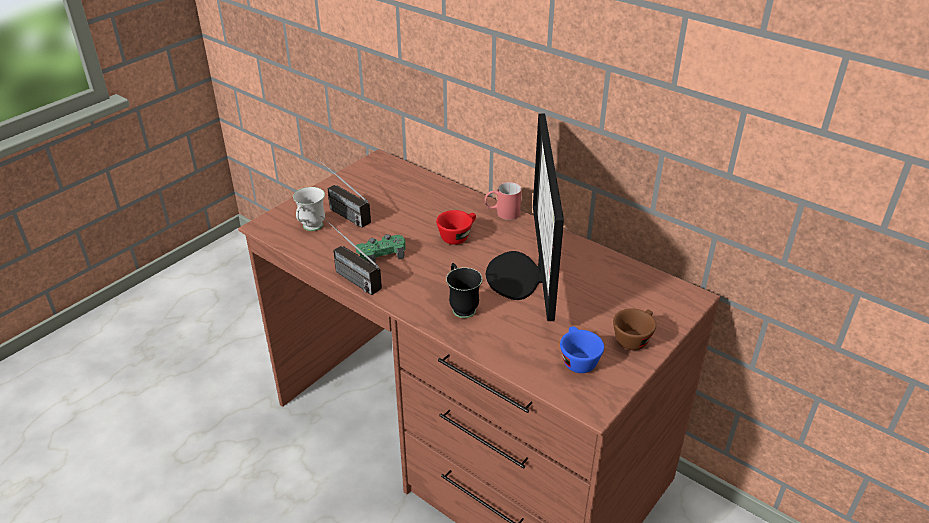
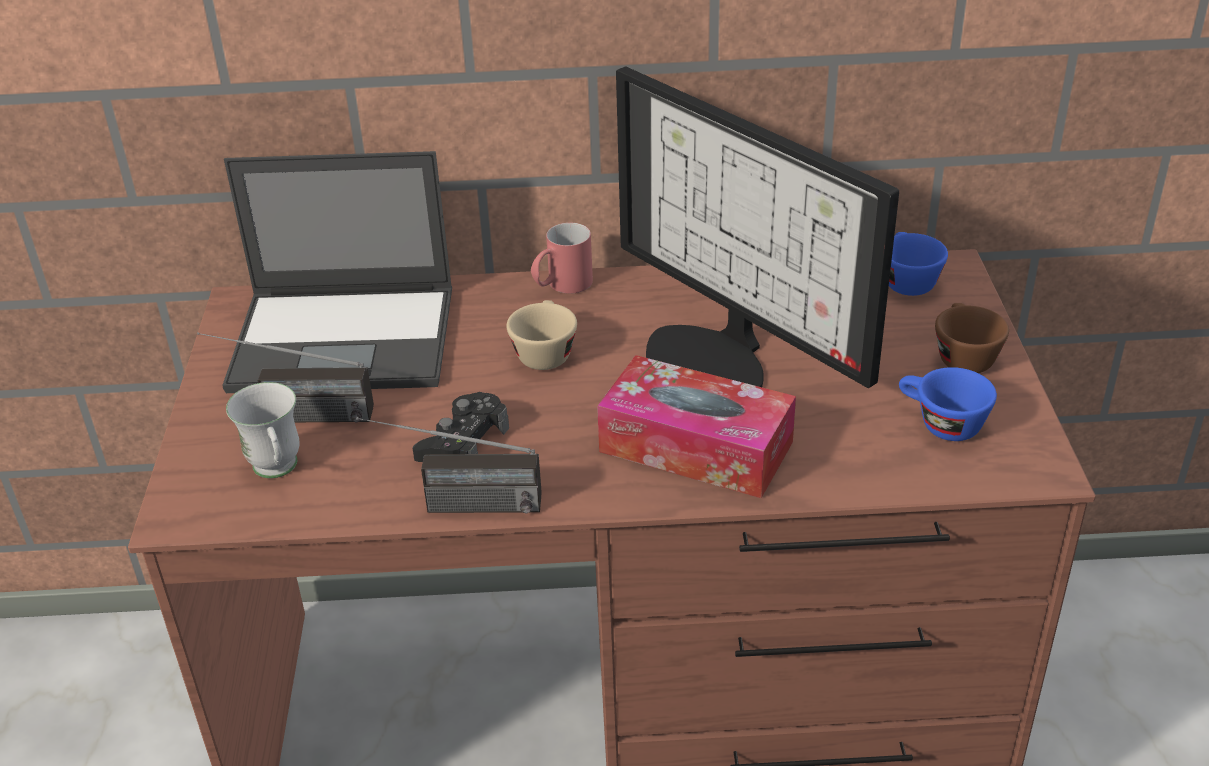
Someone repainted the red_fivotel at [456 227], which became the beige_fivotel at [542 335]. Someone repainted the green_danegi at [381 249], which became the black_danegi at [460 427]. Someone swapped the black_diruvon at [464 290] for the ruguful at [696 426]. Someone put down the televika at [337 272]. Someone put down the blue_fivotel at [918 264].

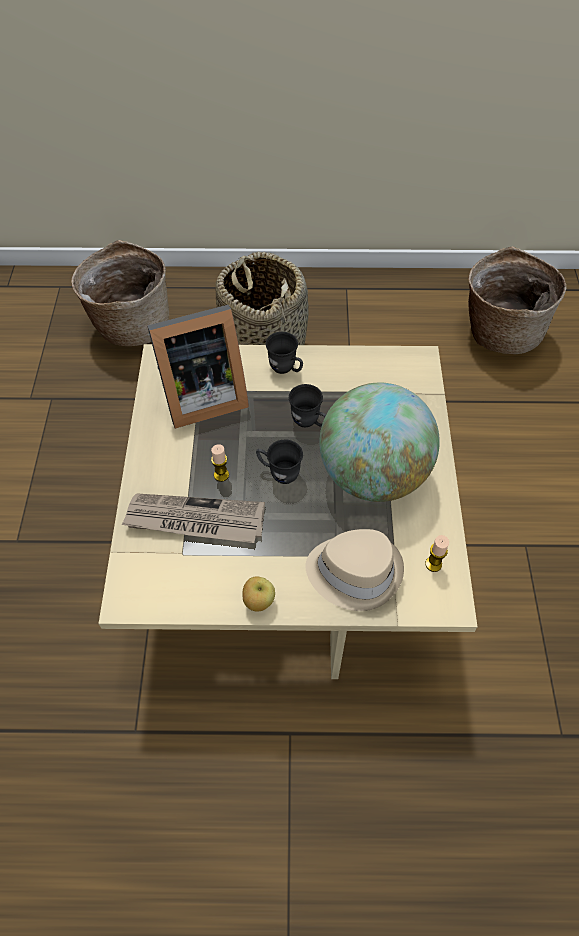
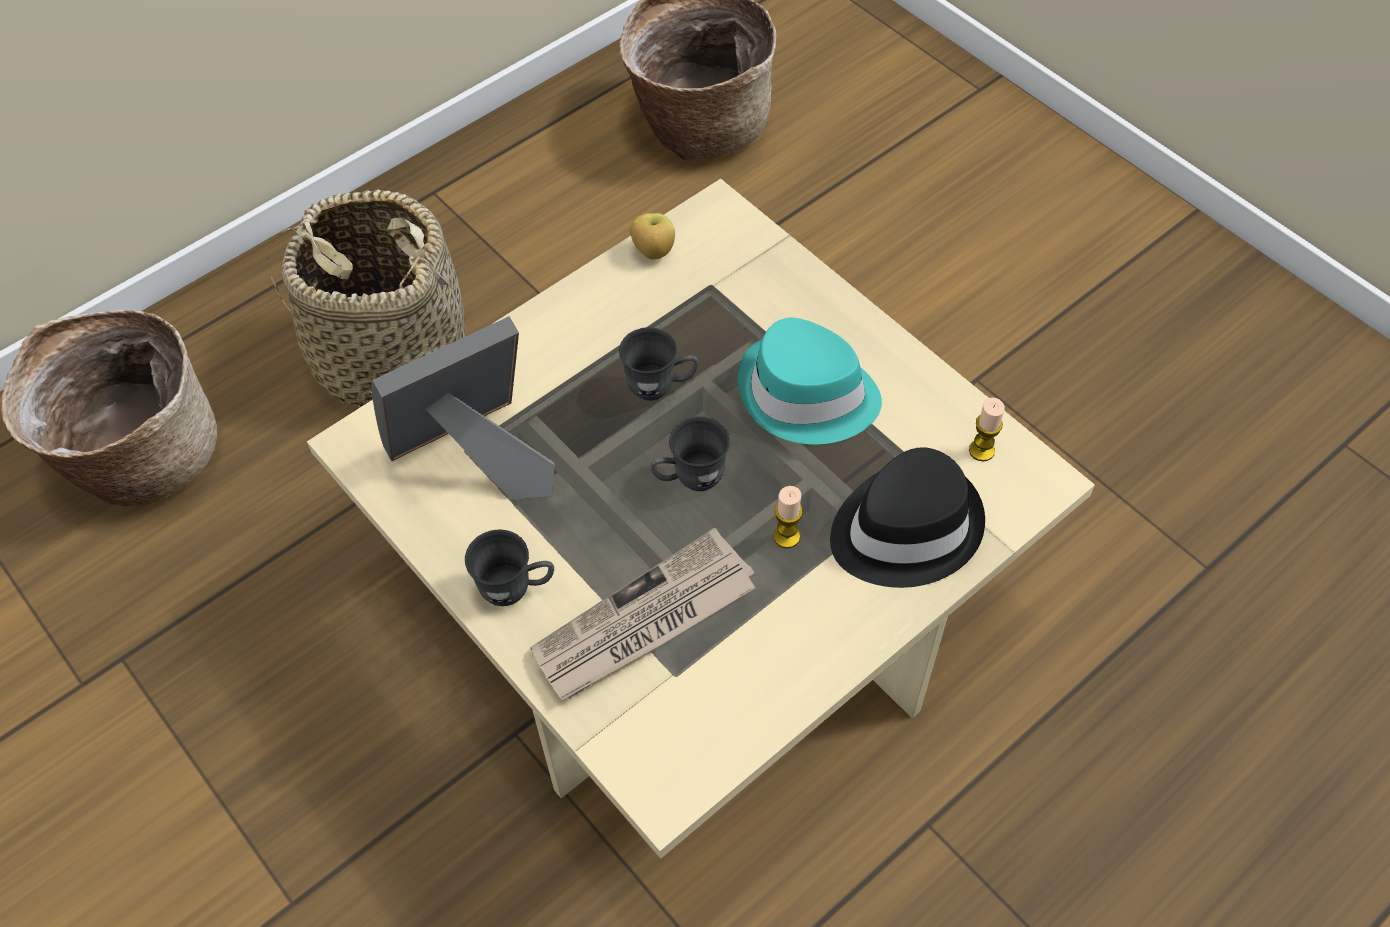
Someone rotated the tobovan at [198 367] by 150 degrees counterclockwise. Someone carried the grey_diruvon from [284 353] to [509 567]. Someone swapped the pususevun at [379 442] for the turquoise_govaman at [810 381]. Someone carried the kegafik from [220 463] to [788 517]. Someone repainted the beige_govaman at [355 570], which became the black_govaman at [907 517]. Someone carried the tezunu from [259 594] to [653 236].

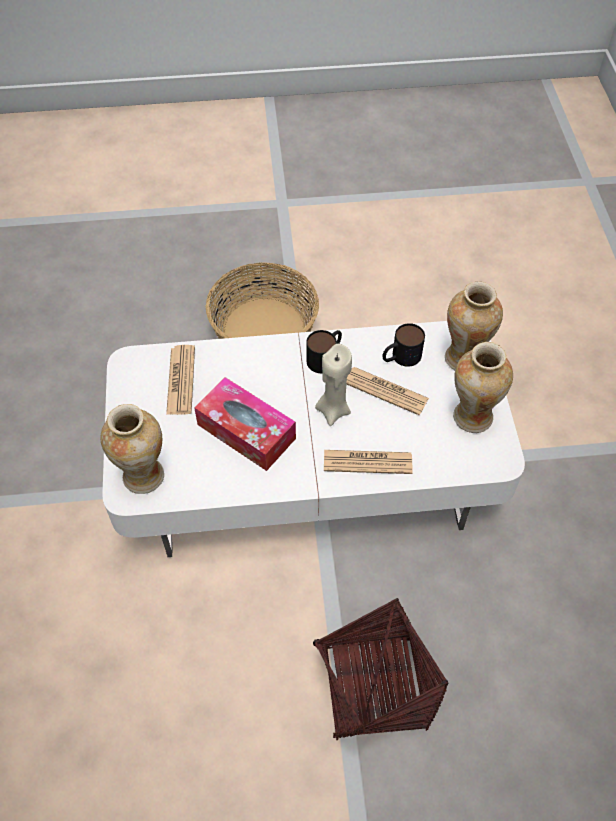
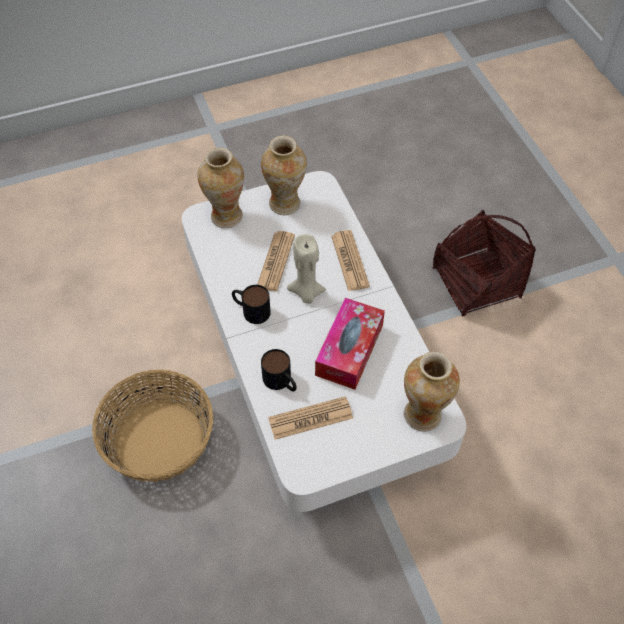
Someone carried the diruvon from [404 345] to [279 370].

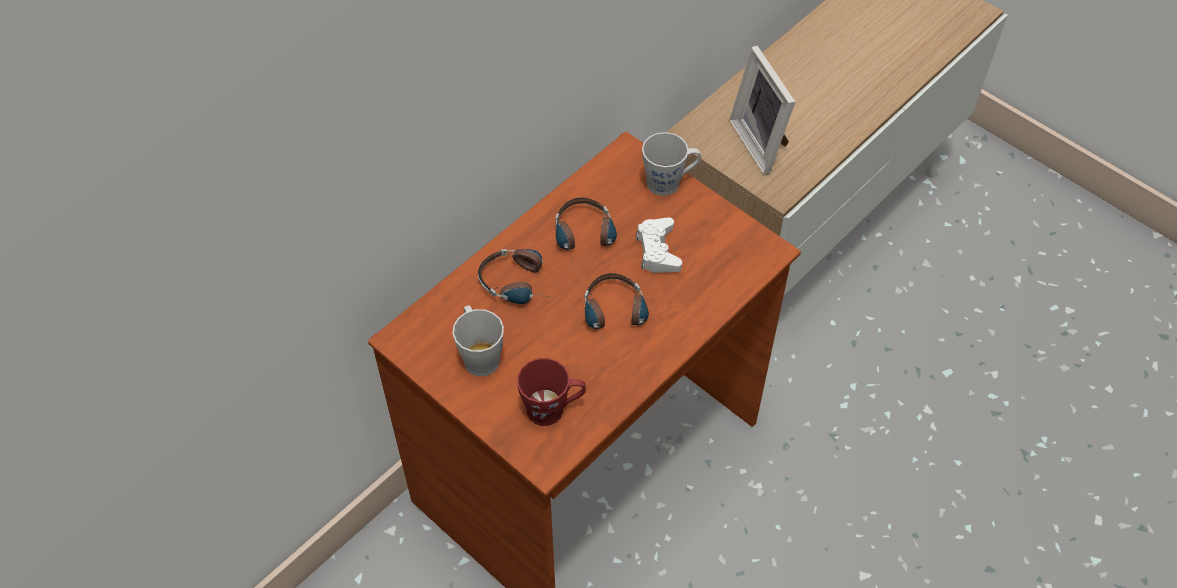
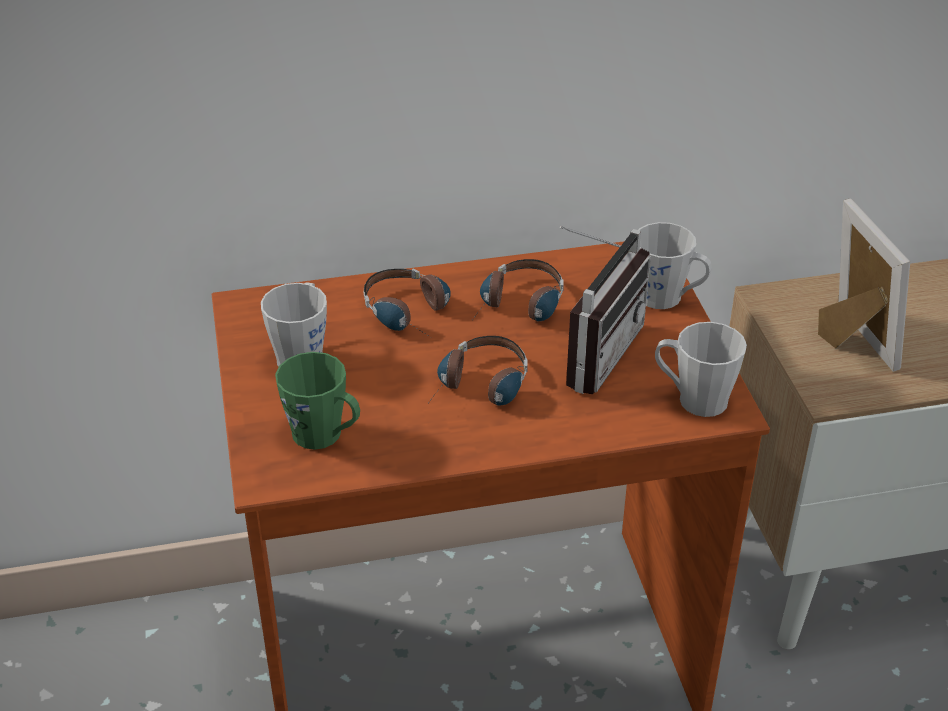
Someone rotated the tobovan at [762 110] by 150 degrees clockwise. Someone swapped the white_danegi at [659 245] for the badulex at [605 310]. Someone repainted the red_diruvon at [551 392], which became the green_diruvon at [317 401]. Someone put down the grey_diruvon at [701 369].

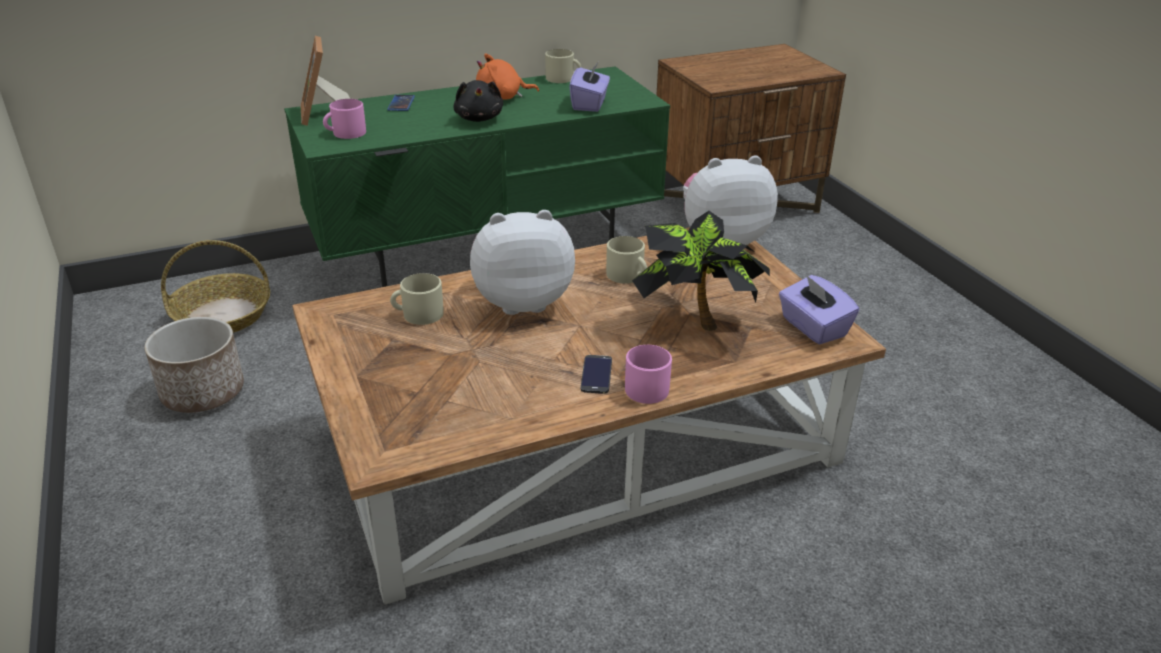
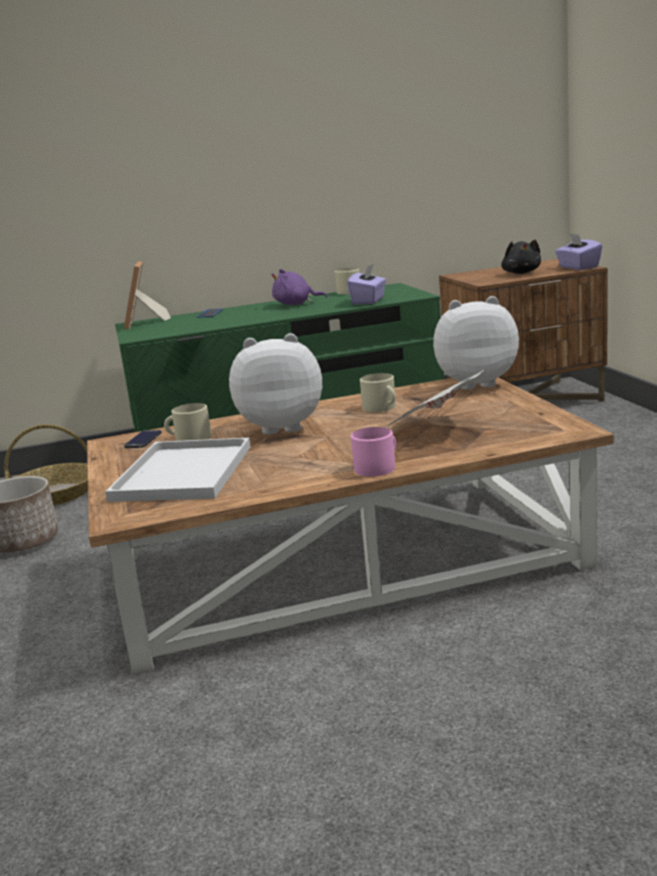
Someone repainted the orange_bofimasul at [507 76], which became the purple_bofimasul at [299 287]. Someone carried the black_bofimasul from [478 101] to [521 257]. Someone took away the pink_diruvon at [344 119]. Someone swapped the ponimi at [701 271] for the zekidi at [435 399]. Someone carried the purple_ruguful from [819 309] to [579 251]. Someone carried the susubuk from [596 374] to [143 439]. Someone put down the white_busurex at [177 470].

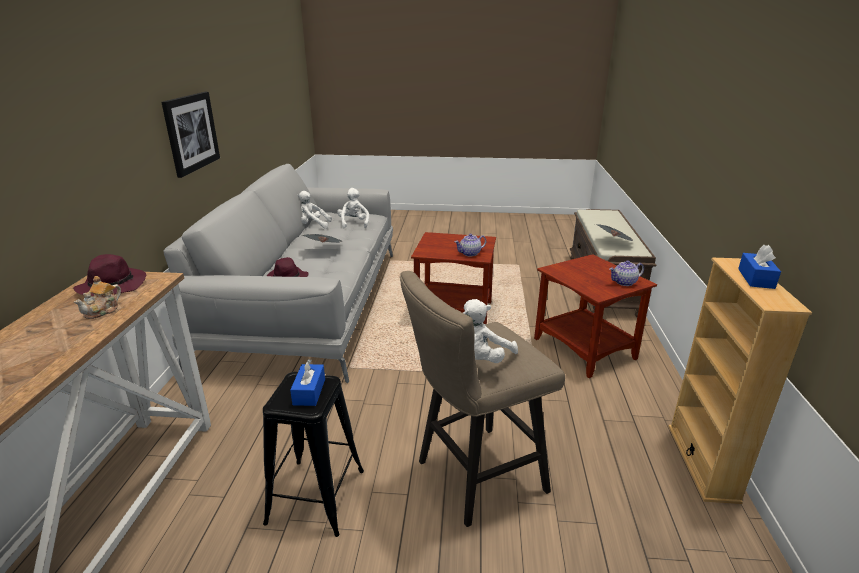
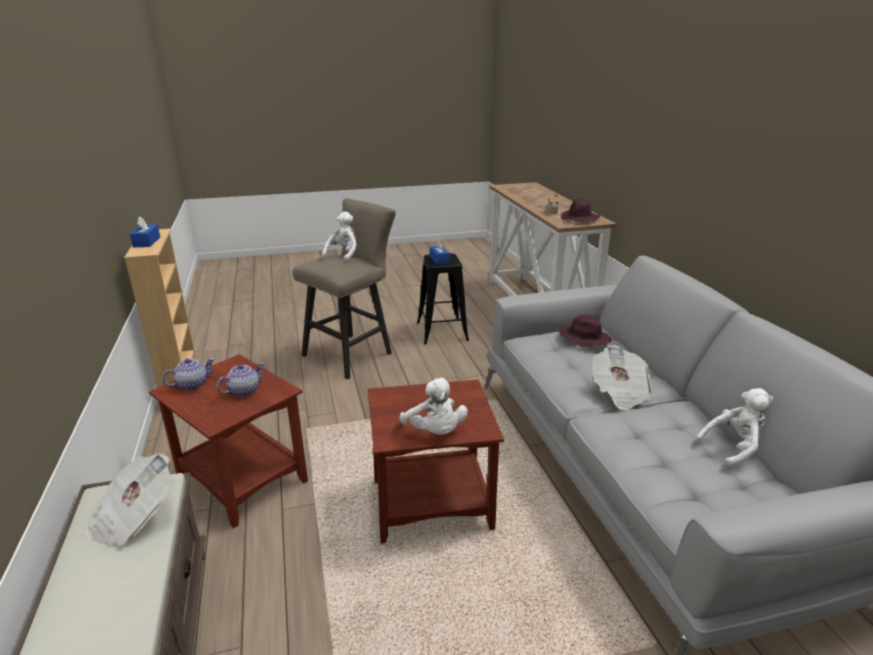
Someone took away the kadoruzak at [190 135]. Someone carried the white_bofimasul from [353 208] to [434 406]. Someone carried the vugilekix from [470 245] to [241 379].

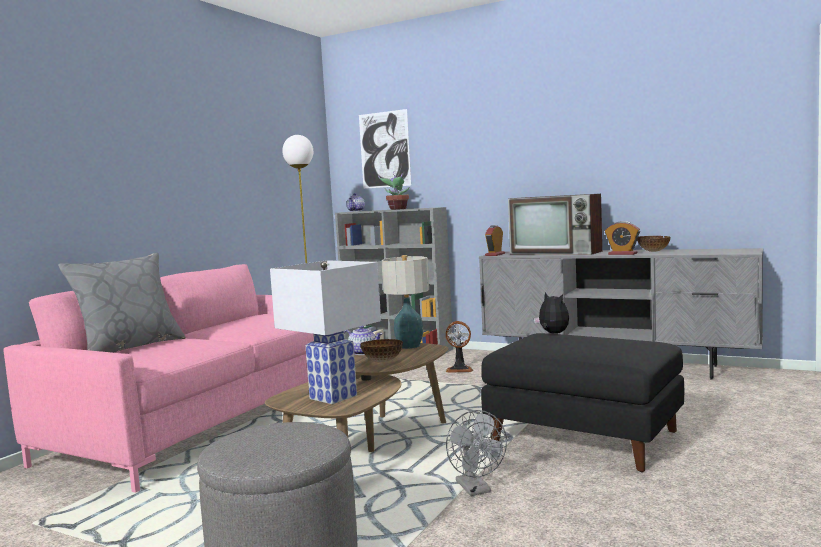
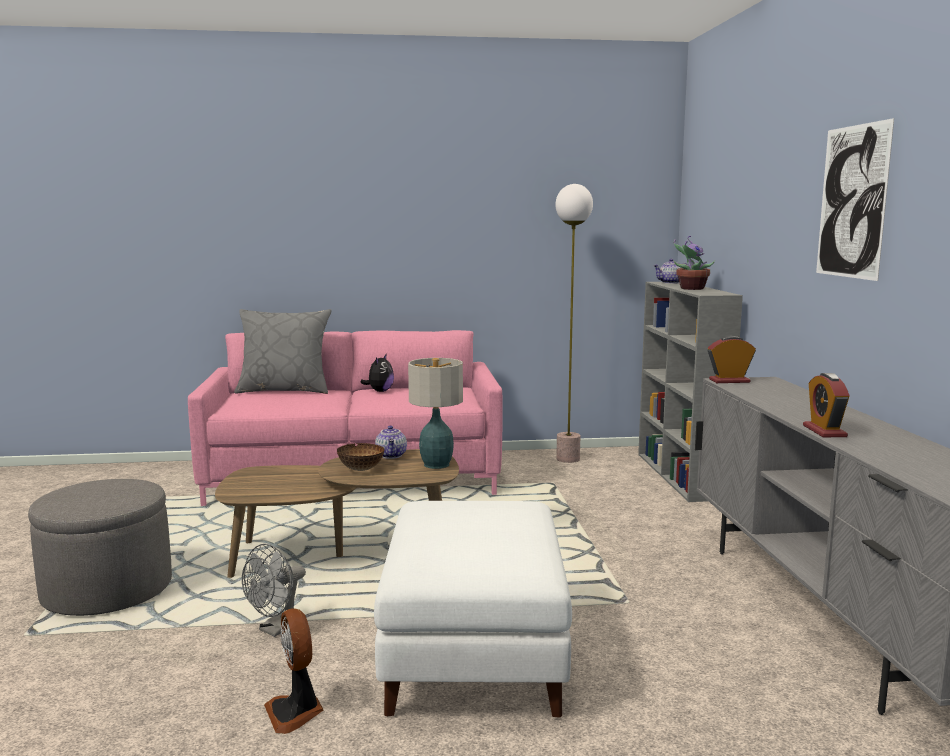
Someone carried the kadoruzak from [385 149] to [855 199]. Someone took away the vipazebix at [555 224]. Someone took away the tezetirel at [654 244]. Someone took away the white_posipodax at [325 332]. Someone carried the bofimasul from [551 313] to [377 373]. Someone carried the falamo from [459 347] to [294 671]. Someone repainted the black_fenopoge at [582 402], which became the white_fenopoge at [473 609].

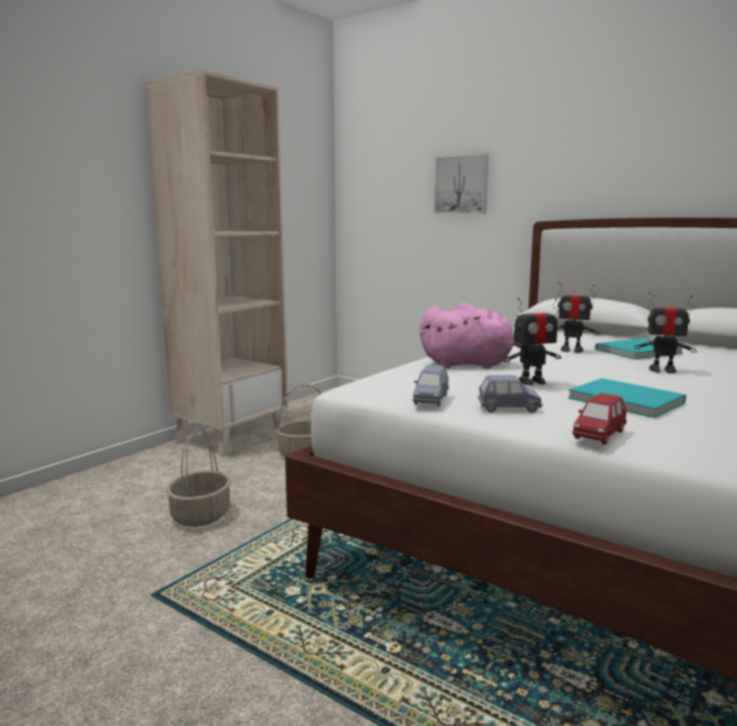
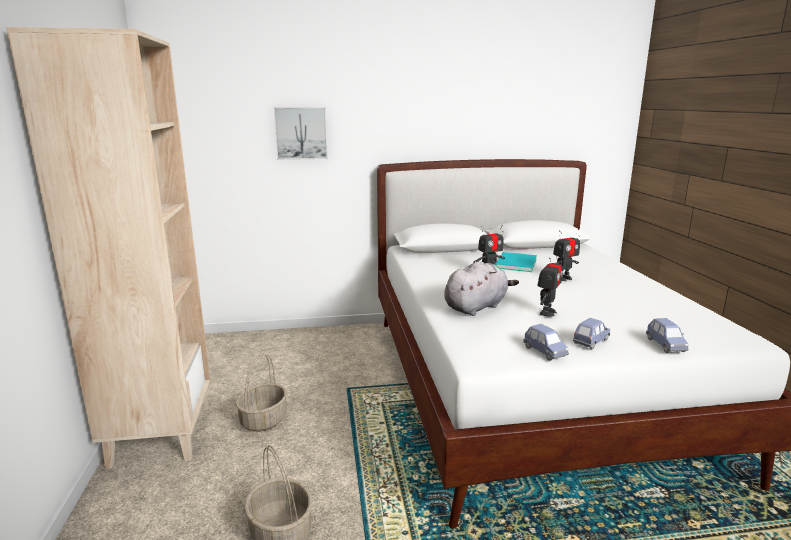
Someone repainted the pink_bofimasul at [476 336], which became the grey_bofimasul at [481 289]. Someone took away the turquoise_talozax at [627 398]. Someone repainted the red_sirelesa at [599 419], which became the blue_sirelesa at [667 335].

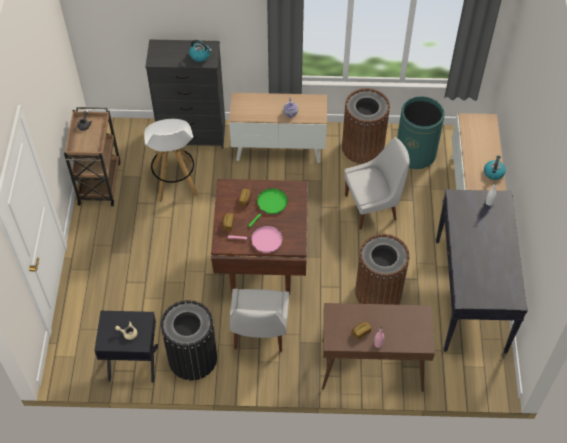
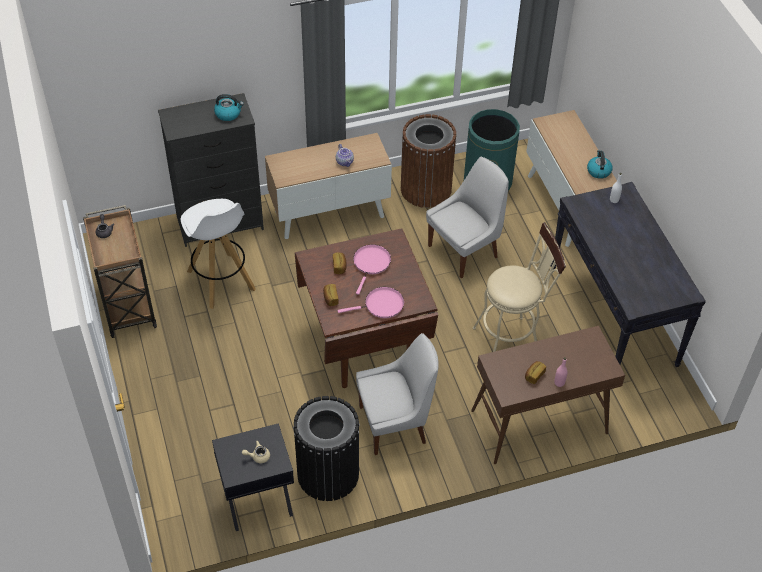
Someone repainted the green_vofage at [268 207], which became the pink_vofage at [372 270]. Someone swapped the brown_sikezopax at [382 269] for the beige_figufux at [519 287]. Someone rotated the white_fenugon at [259 320] by 90 degrees counterclockwise.

